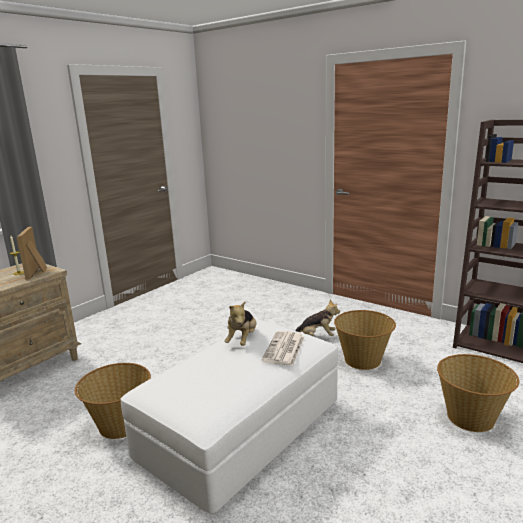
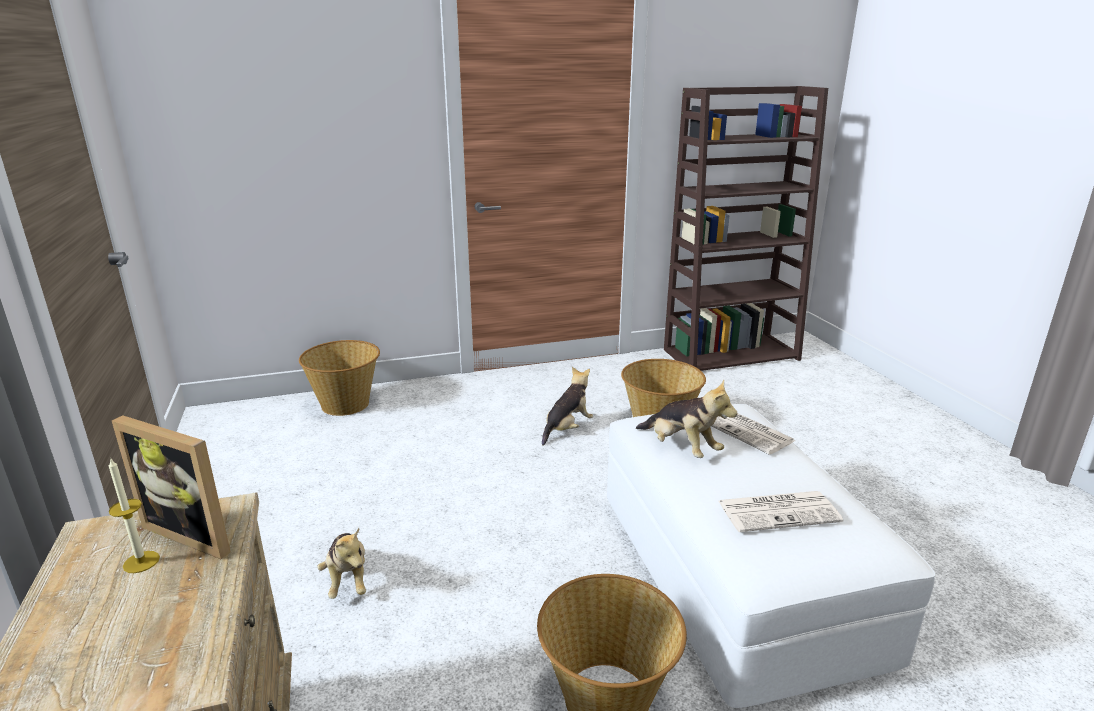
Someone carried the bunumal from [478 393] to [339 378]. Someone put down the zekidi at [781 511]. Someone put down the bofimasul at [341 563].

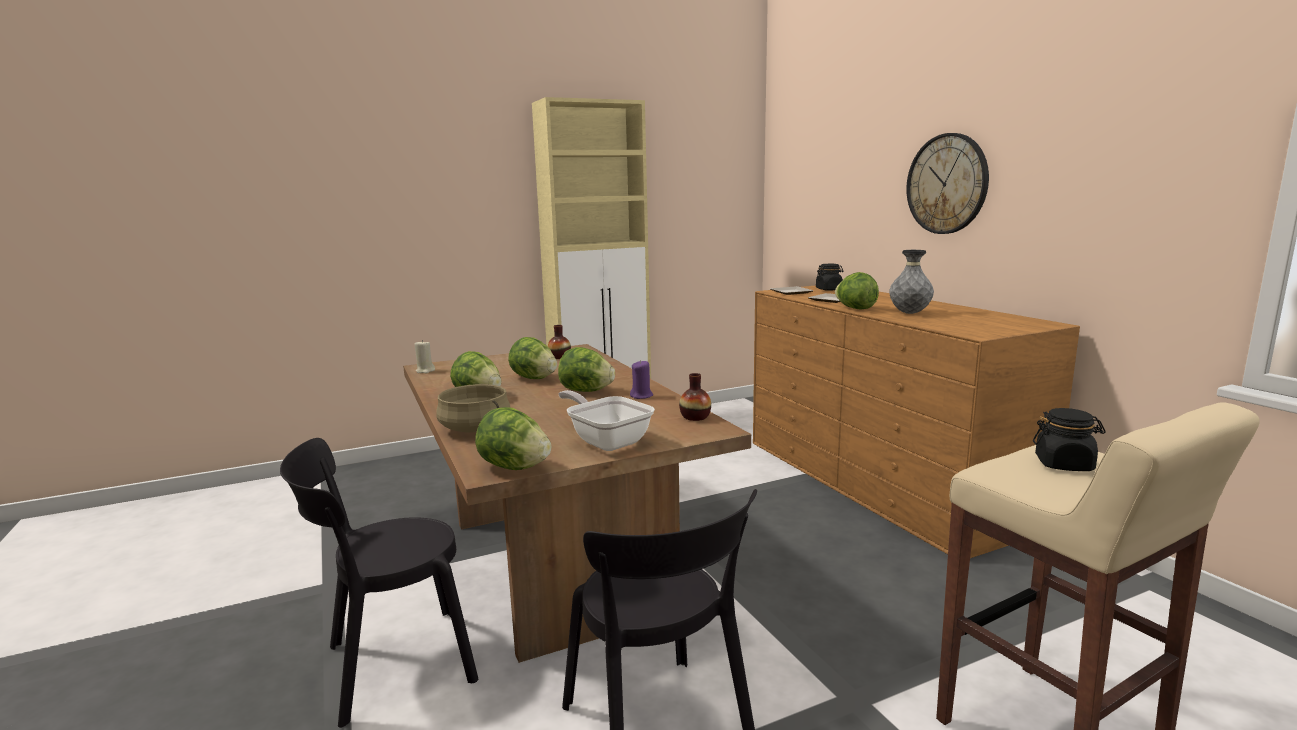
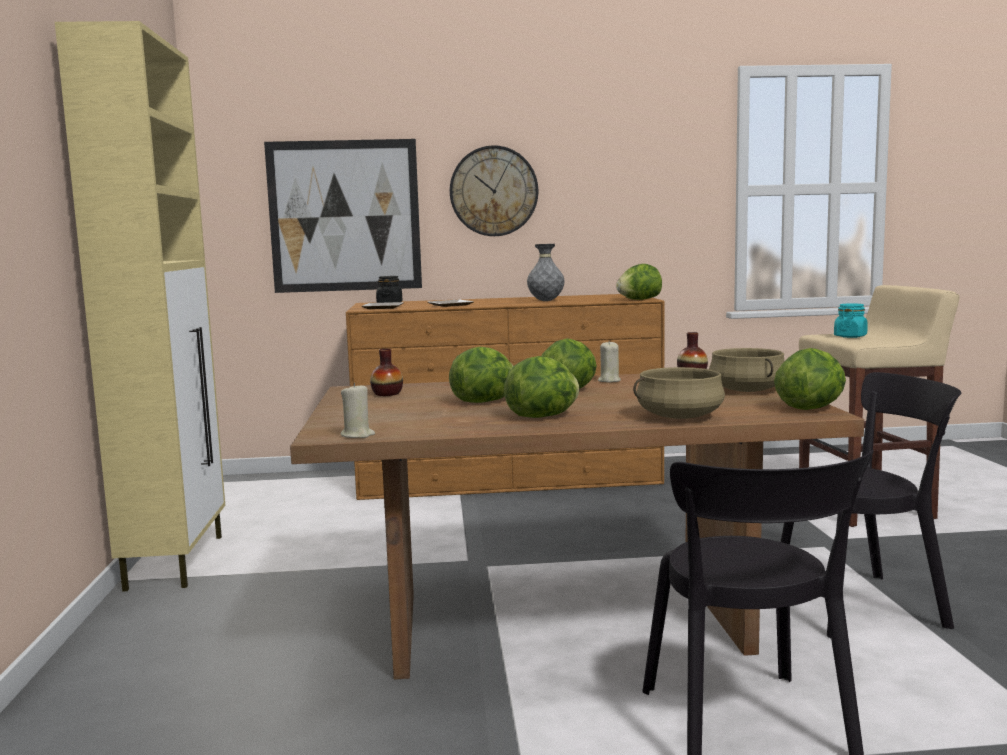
Someone carried the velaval from [857 290] to [639 282]. Someone repainted the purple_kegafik at [641 379], which became the beige_kegafik at [609 362]. Someone swapped the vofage at [606 420] for the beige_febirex at [747 370]. Someone repainted the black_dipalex at [1069 439], which became the turquoise_dipalex at [851 320]. Someone put up the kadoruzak at [343 216].

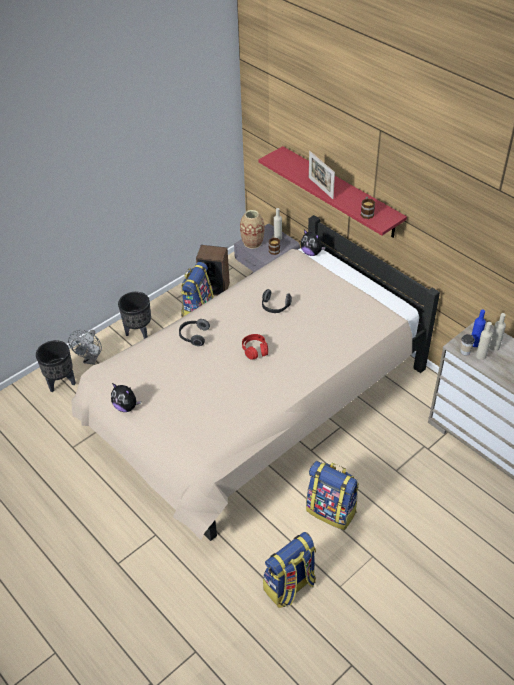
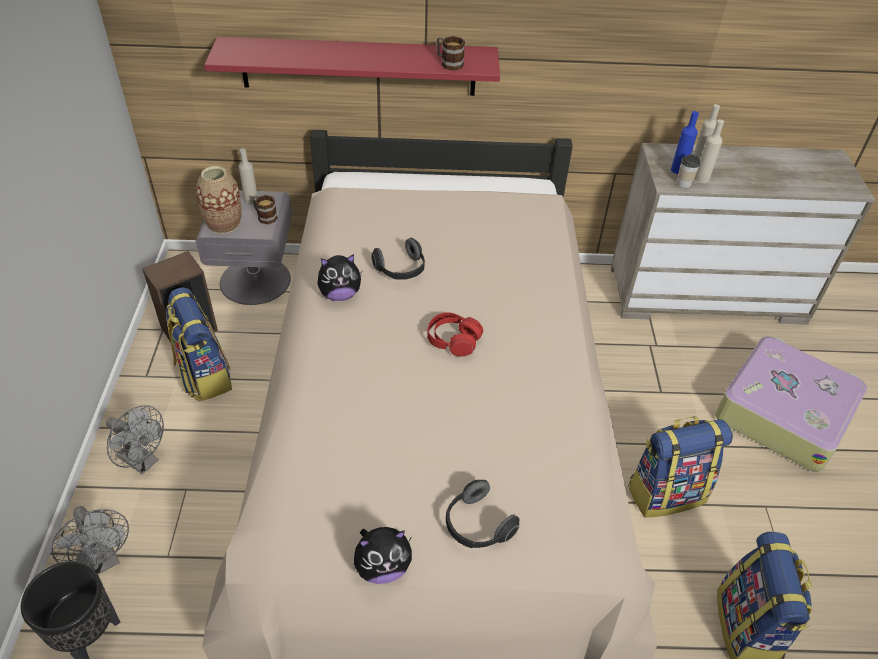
Someone took away the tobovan at [322 175]. Someone carried the bofimasul from [313 243] to [340 277]. Someone swapped the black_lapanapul at [134 315] for the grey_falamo at [135 440]. Someone carried the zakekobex from [194 332] to [482 514]. Someone put down the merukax at [791 404].

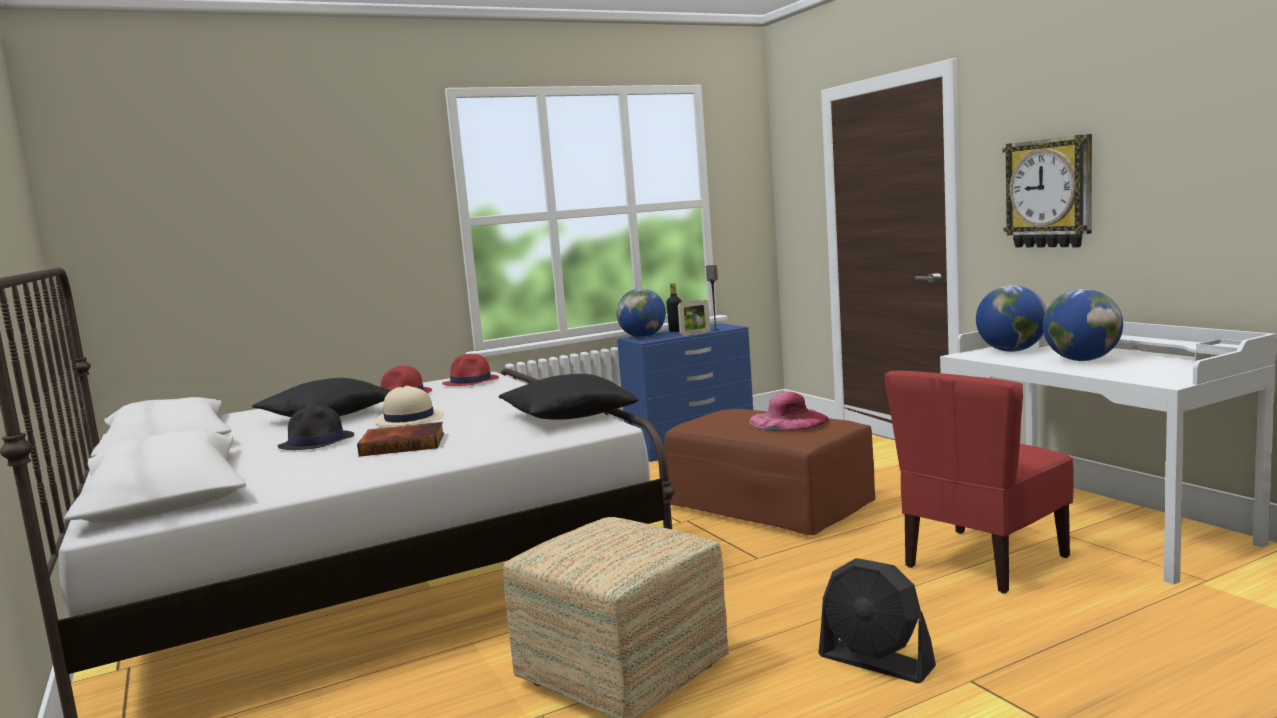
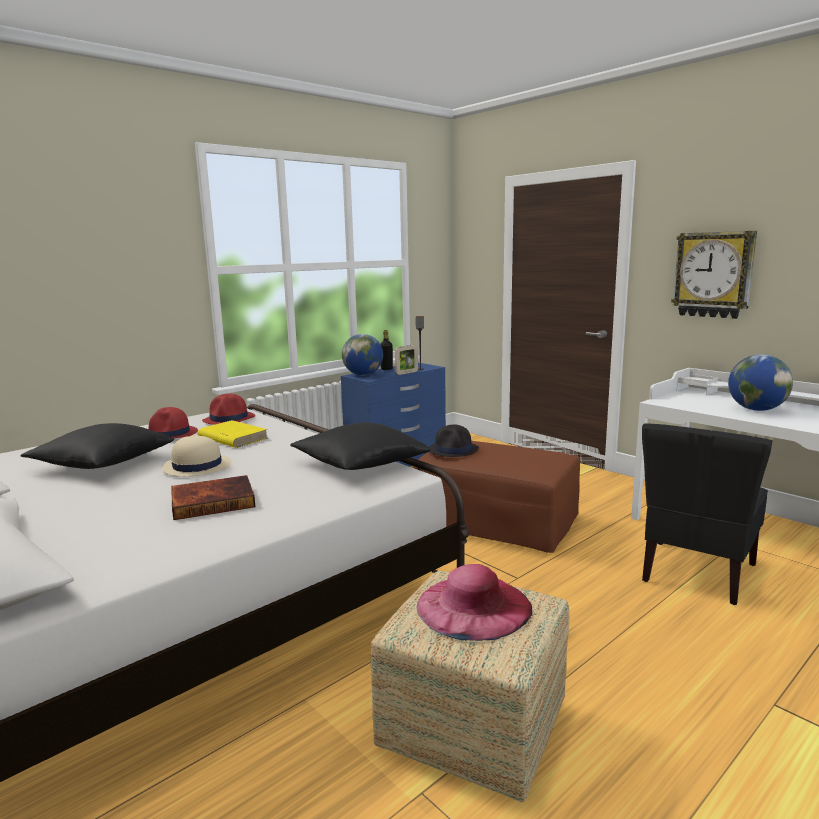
Someone took away the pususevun at [1011 318]. Someone repainted the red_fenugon at [979 482], which became the black_fenugon at [707 514]. Someone carried the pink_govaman from [789 411] to [474 602]. Someone carried the black_govaman from [316 427] to [454 441]. Someone took away the black_falamo at [877 620]. Someone put down the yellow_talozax at [233 434].

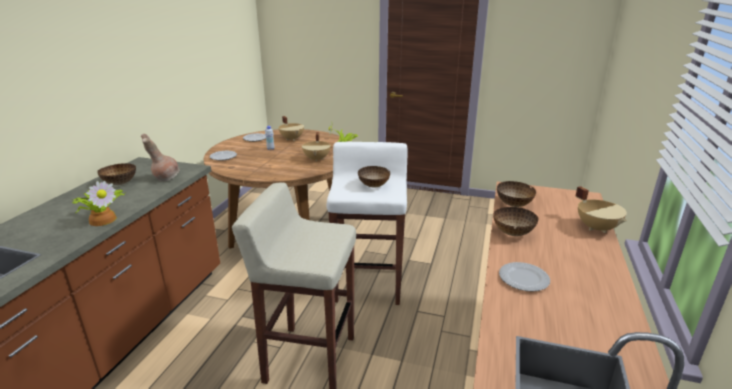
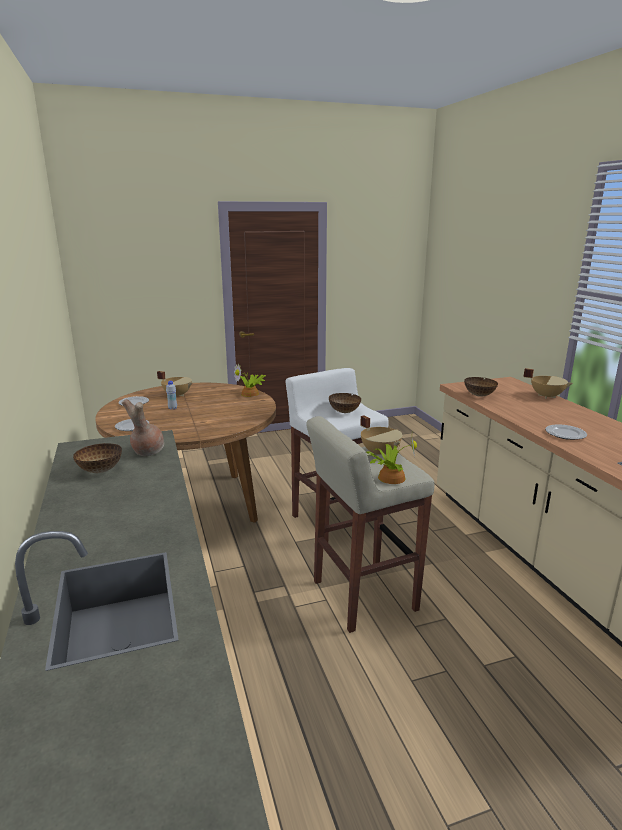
Someone carried the beige_febirex from [316 147] to [381 435]. Someone carried the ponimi from [98 203] to [391 457]. Someone took away the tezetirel at [515 221].

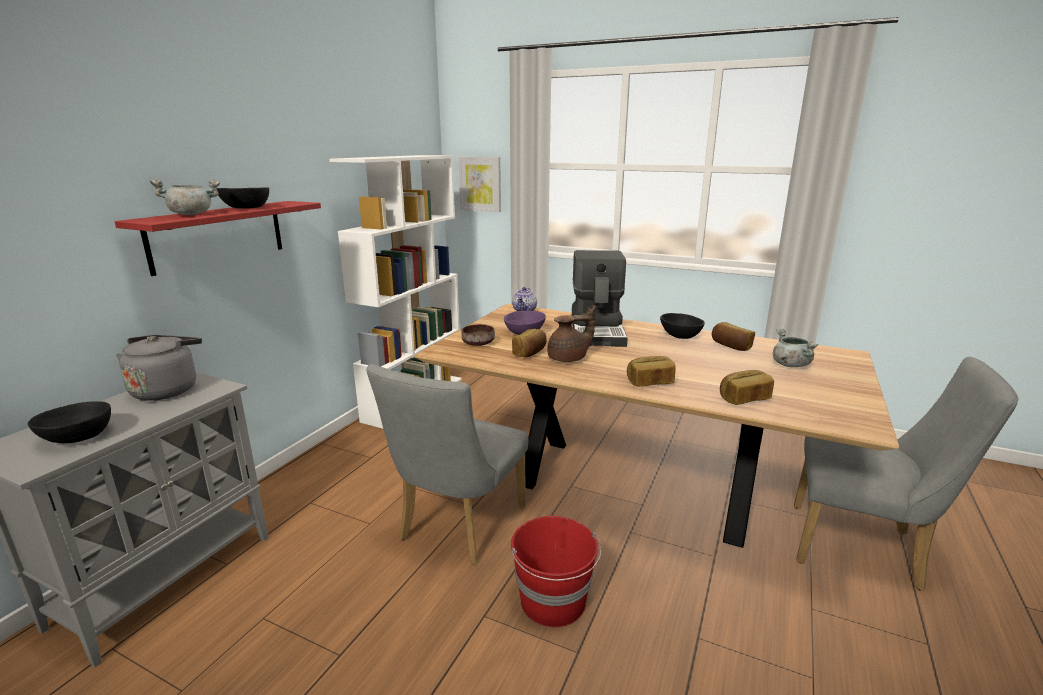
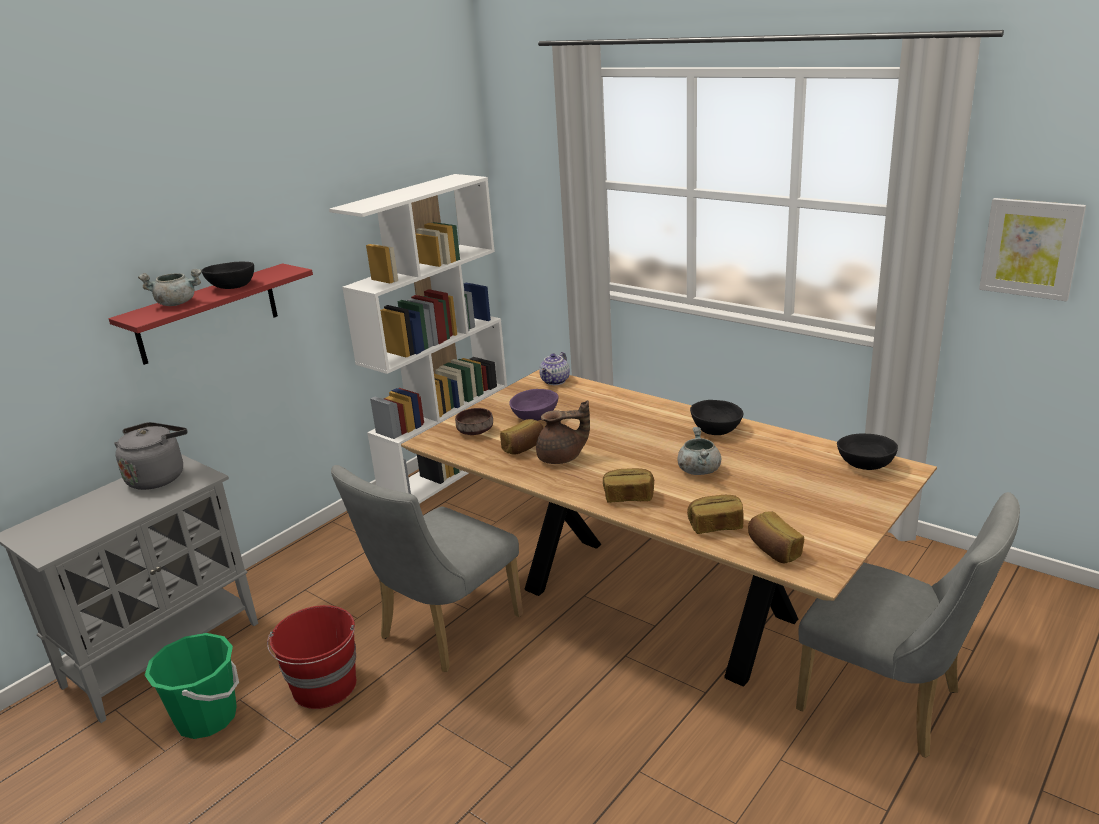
Someone carried the kadoruzak from [479 184] to [1032 249]. Someone took away the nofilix at [600 298]. Someone carried the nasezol from [733 336] to [776 537]. Someone carried the grey_febirex from [795 348] to [699 451]. Someone carried the black_tezetirel from [69 422] to [867 452]. Someone carried the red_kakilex from [556 571] to [311 657]. Someone put down the green_kakilex at [192 686].

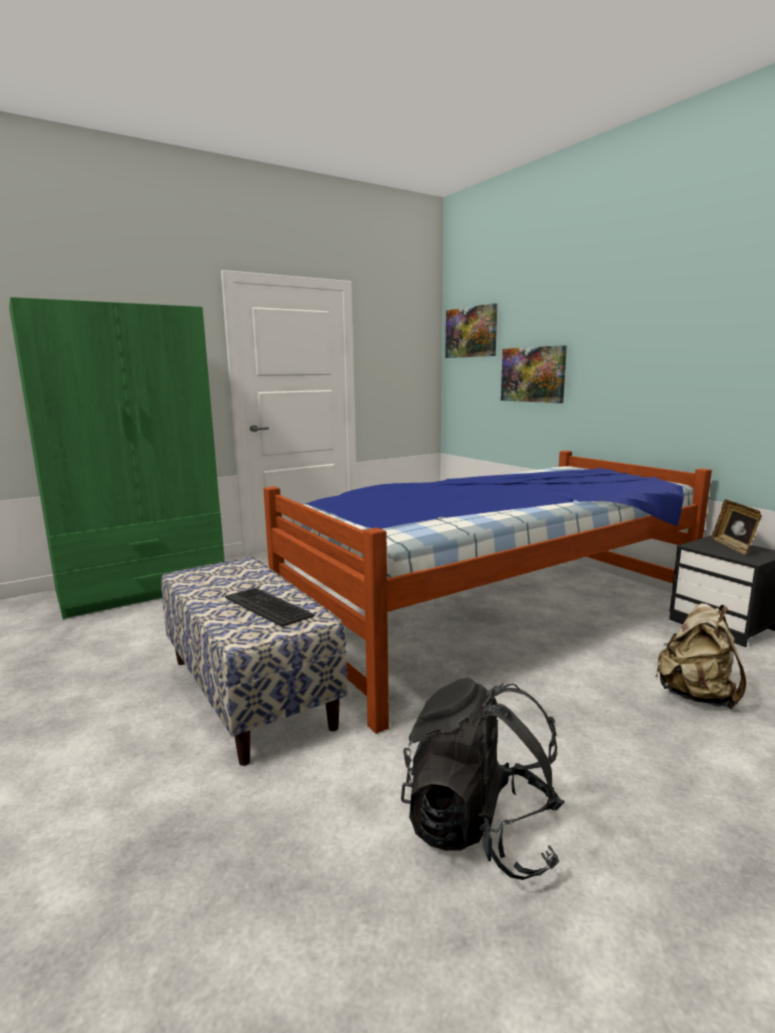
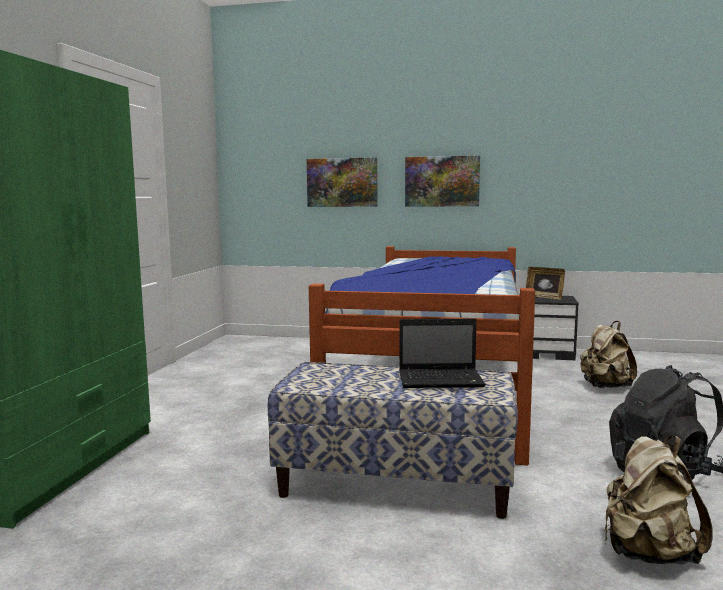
Someone carried the kadoruzak from [471 330] to [442 181]. Someone swapped the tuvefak at [269 607] for the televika at [442 353]. Someone put down the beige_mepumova at [658 499].

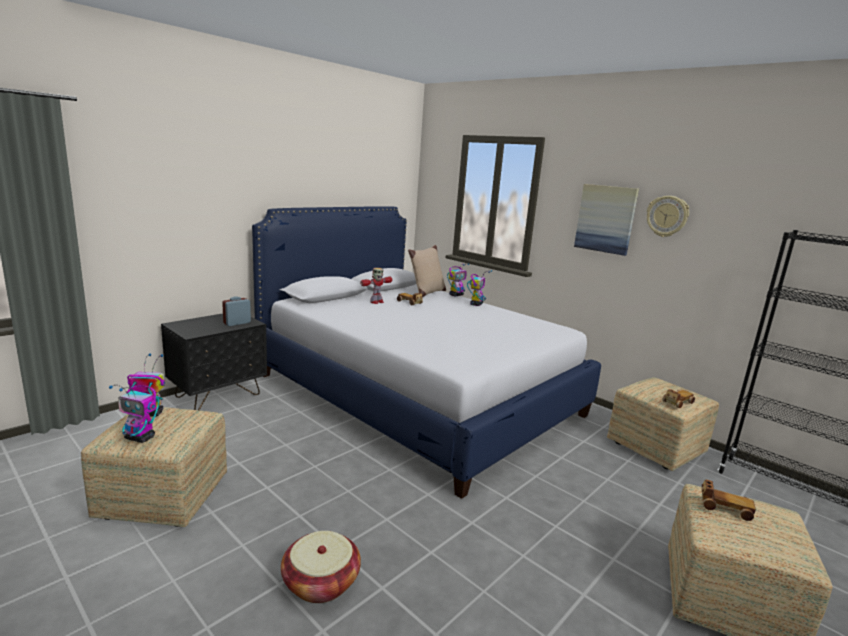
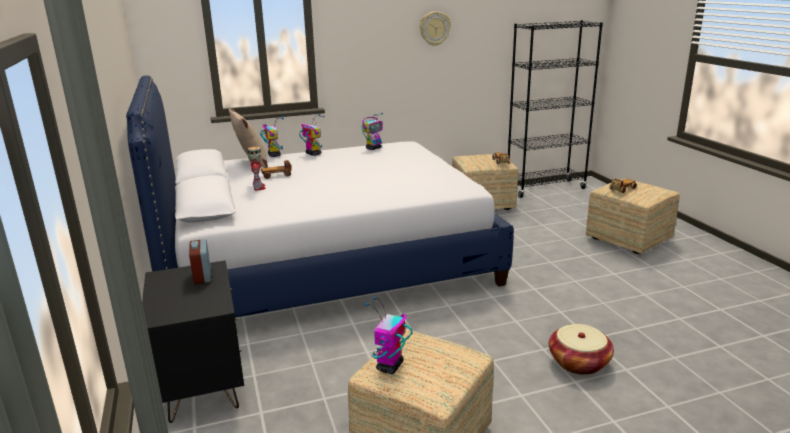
Someone took away the kadoruzak at [606 220]. Someone carried the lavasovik from [134 414] to [372 131].

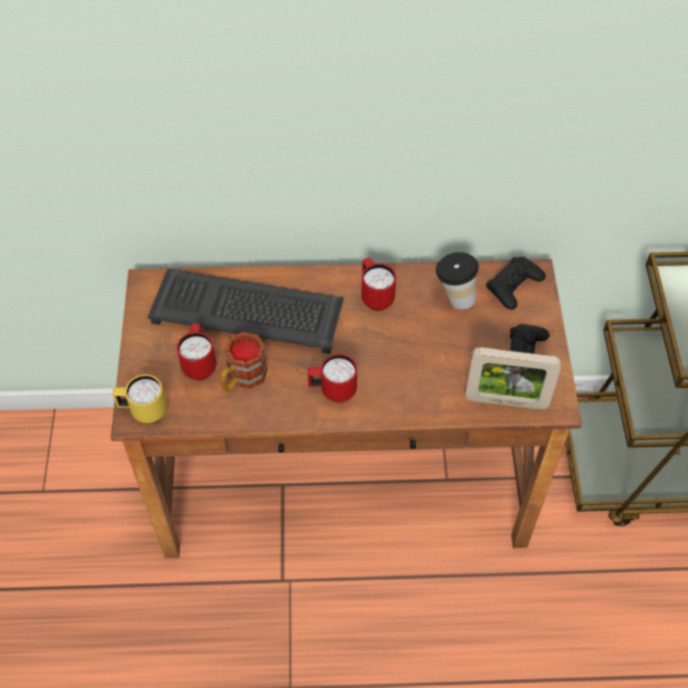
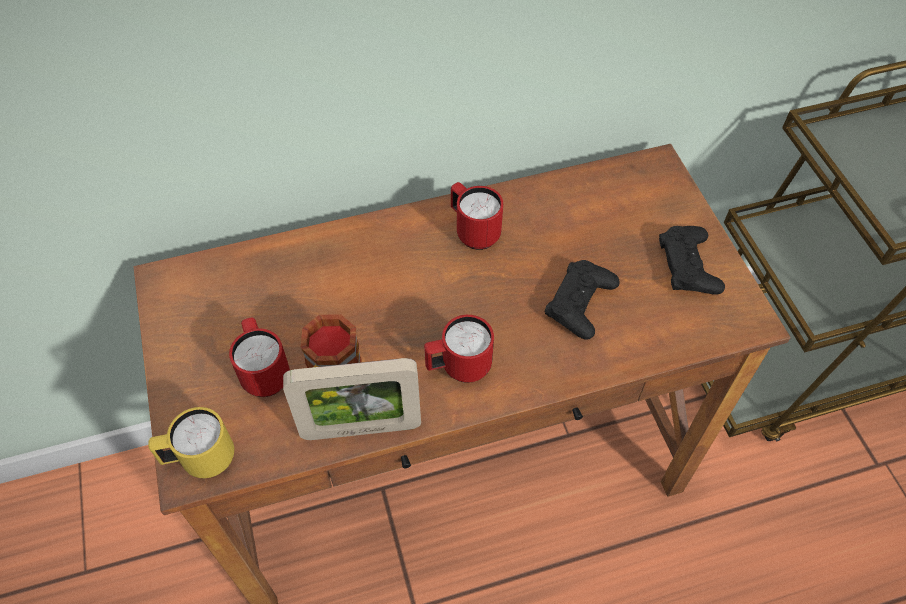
Someone took away the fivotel at [457 281]. Someone carried the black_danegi from [516 283] to [582 300]. Someone took away the tuvefak at [245 311]. Someone carried the tobovan from [513 378] to [352 399].

